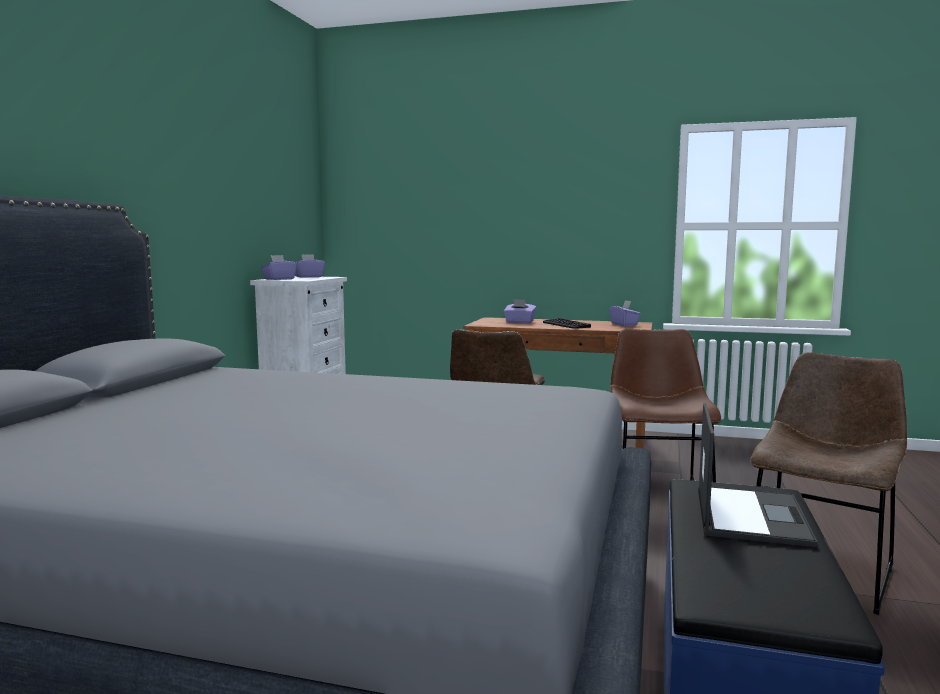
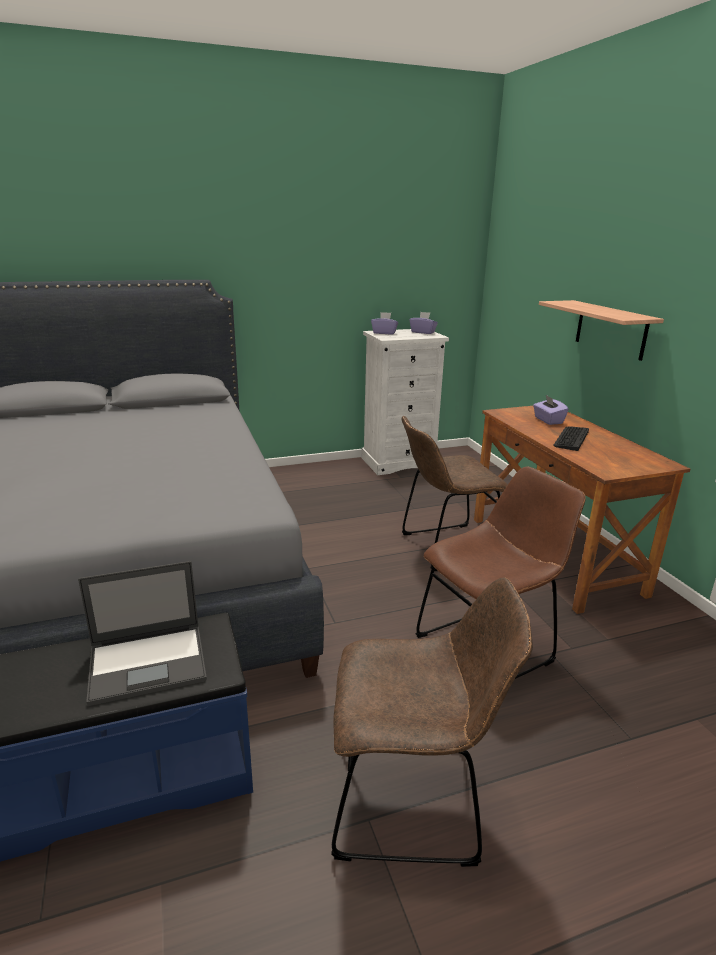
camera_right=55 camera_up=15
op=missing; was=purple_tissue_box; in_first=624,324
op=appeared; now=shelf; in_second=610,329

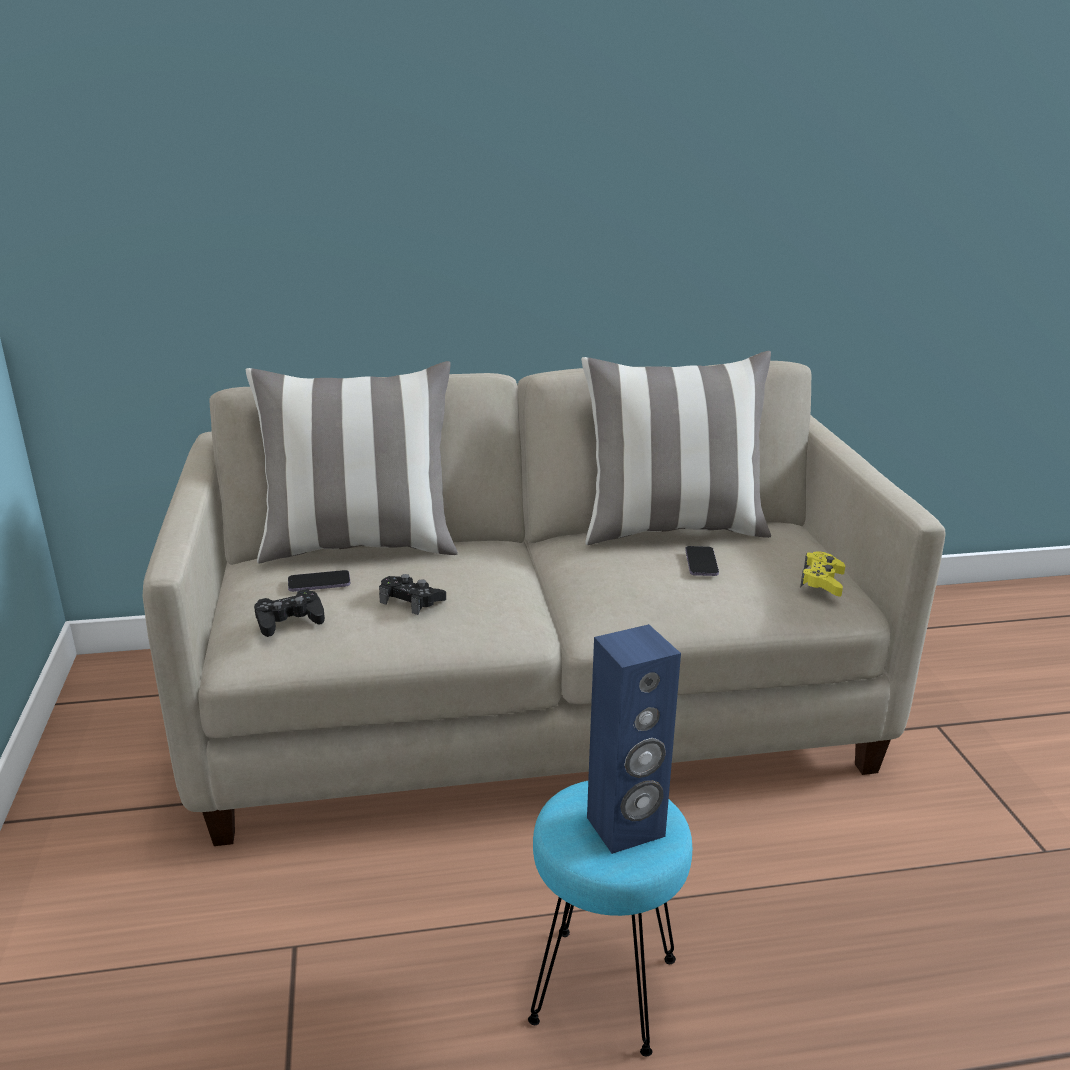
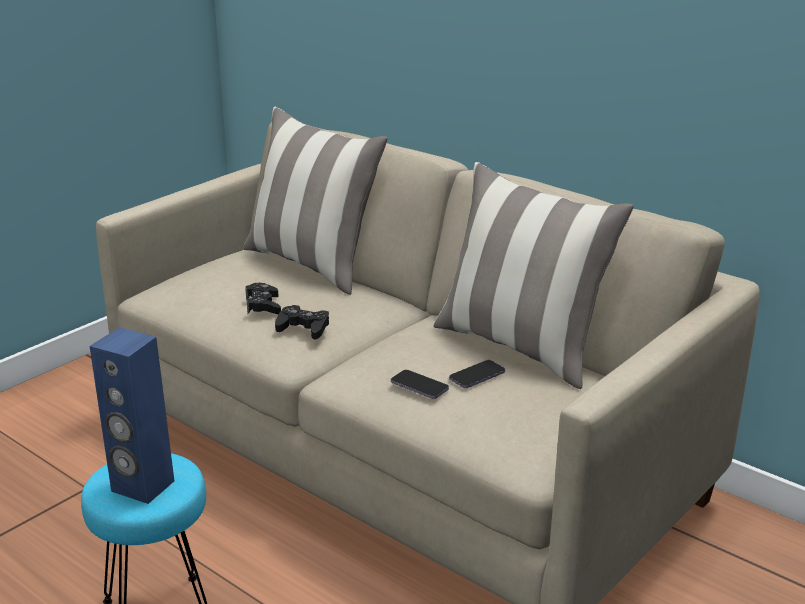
camera_right=50 camera_up=0
op=relocated; was=black_game_controller; in_first=289,620; in_second=303,328
op=relocated; was=phone; in_first=319,583; in_second=419,386
op=missing; was=yellow_game_controller; in_first=822,581

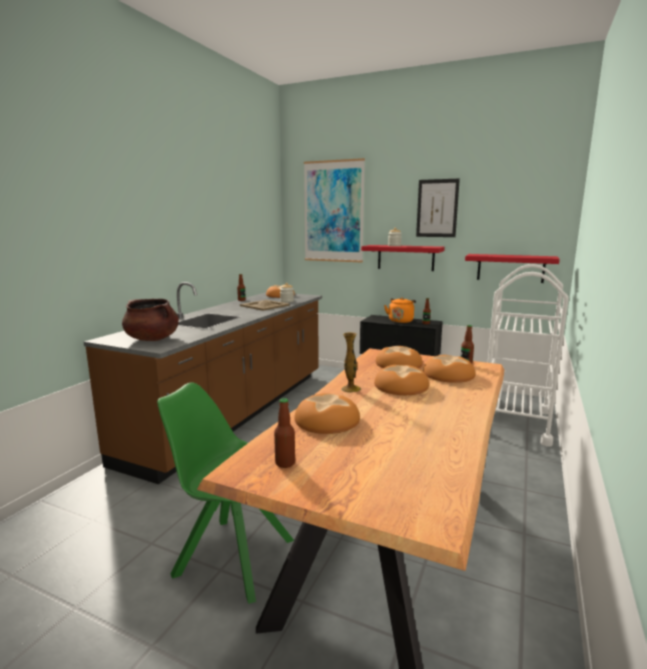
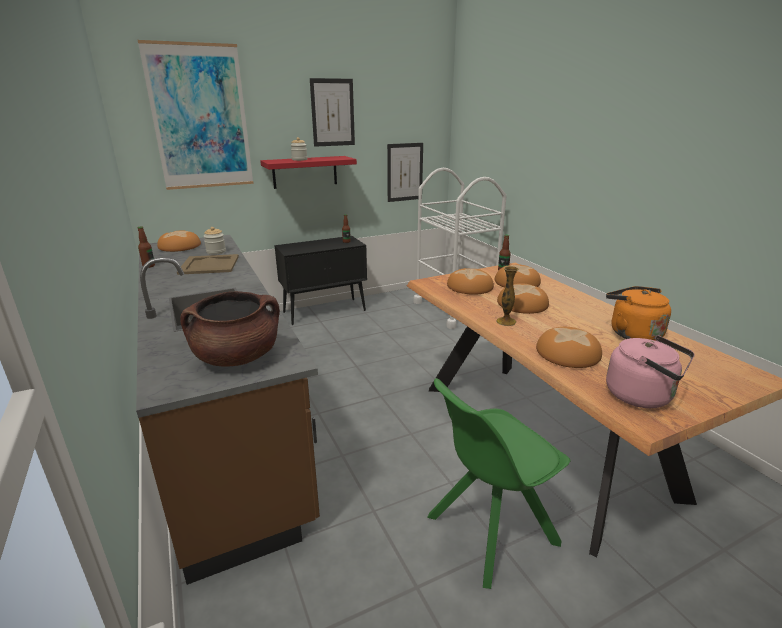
camera_right=-50 camera_up=10
op=exchanged; was=bottle; now=pink_kettle; in_first=285,463; in_second=642,396
op=relocated; was=orange_kettle; in_first=401,321; in_second=632,333
op=exchanged; was=red_shelf; now=picture; in_first=510,268; in_second=405,172

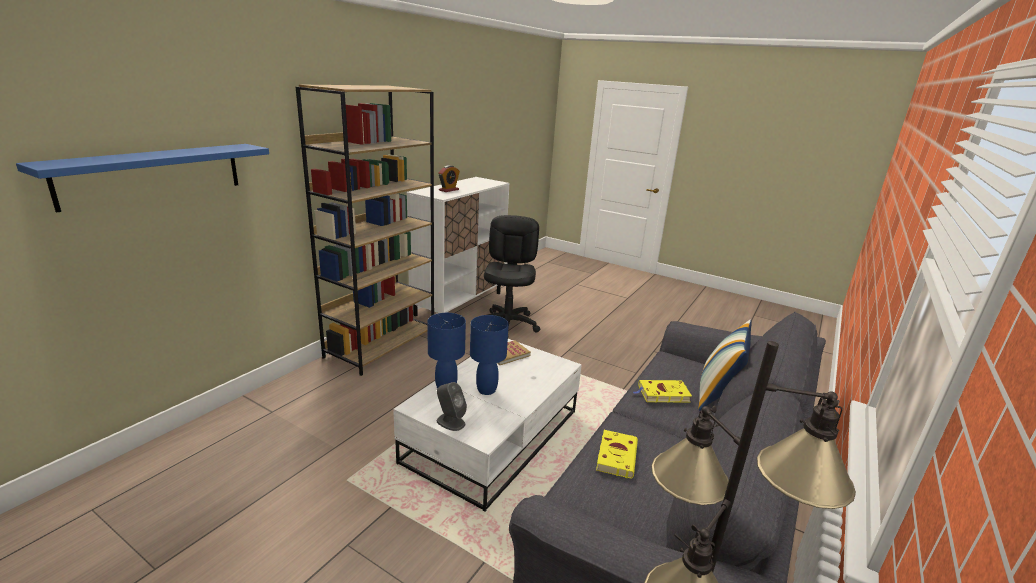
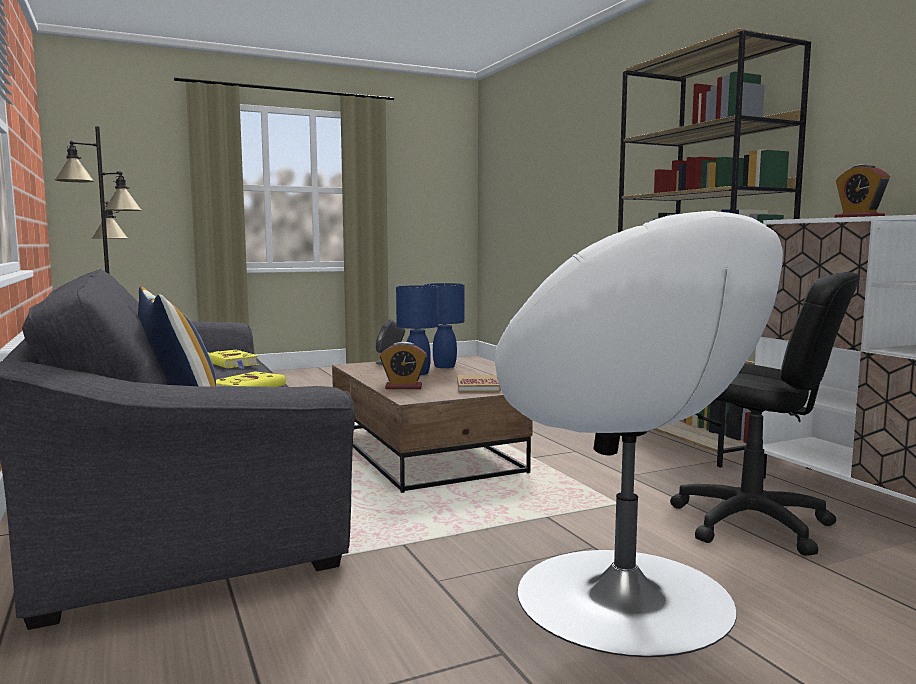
camera_right=125 camera_up=-15
op=missing; was=blue_shelf; in_first=153,174
op=colour; was=white_coffee_table; now=brown_coffee_table; in_first=492,437; in_second=421,451
op=appeared; now=alarm_clock; in_second=403,387
op=appeared; now=white_armchair; in_second=625,598

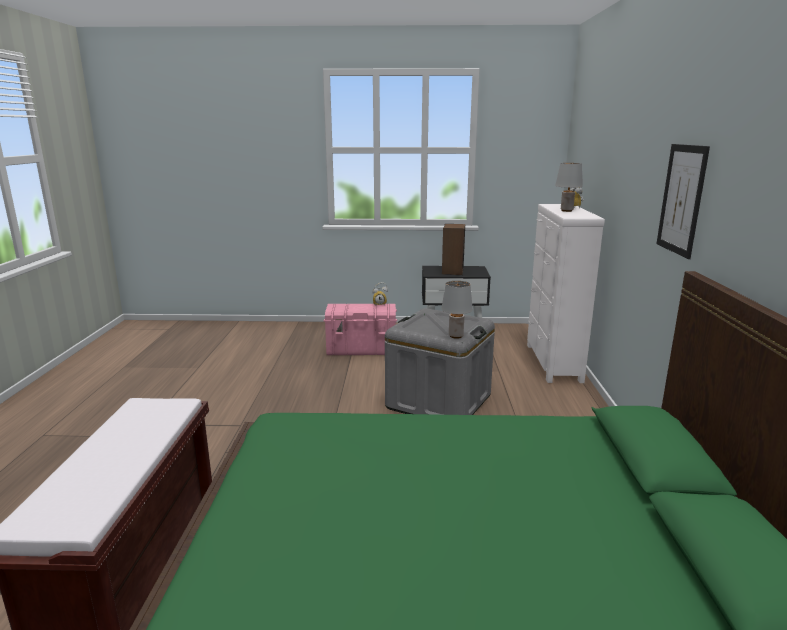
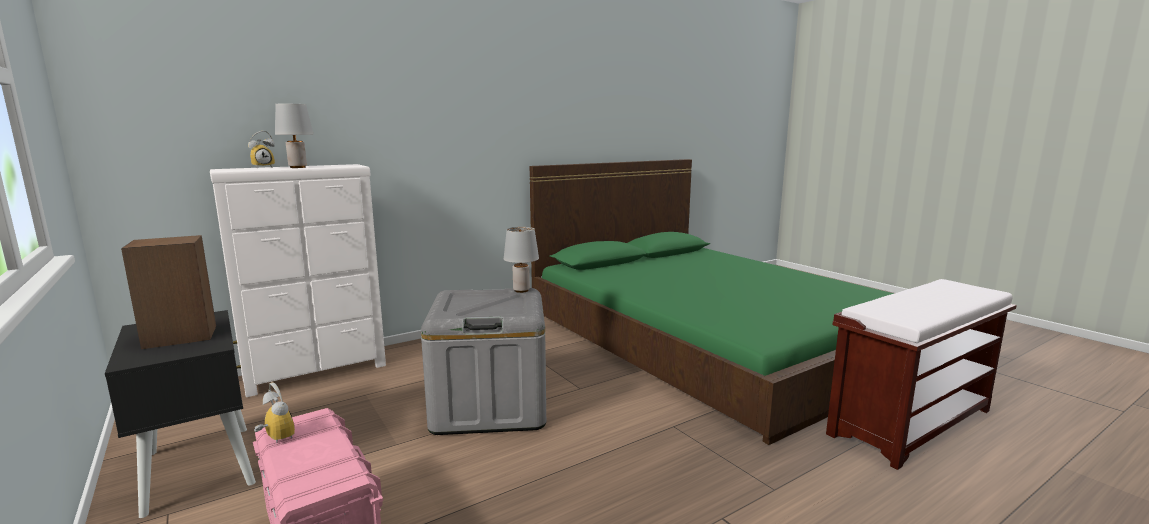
camera_right=-125 camera_up=-5
op=missing; was=picture; in_first=681,199

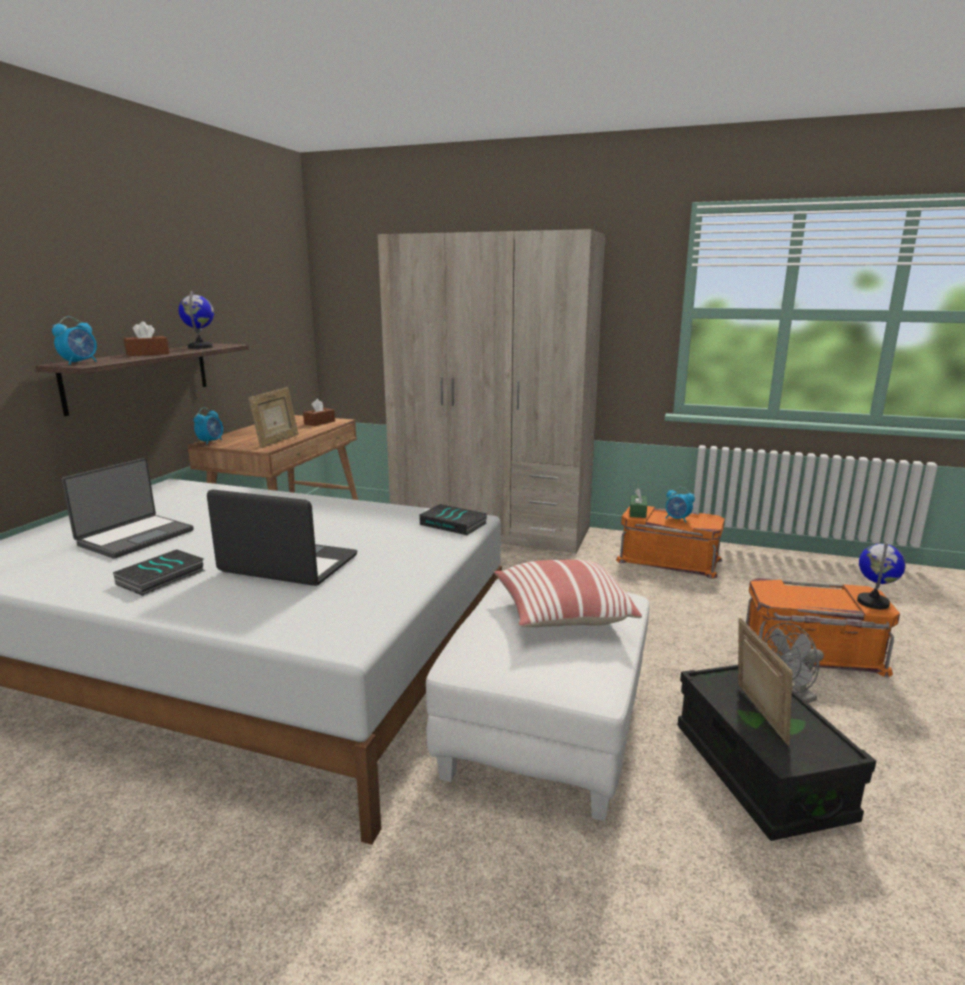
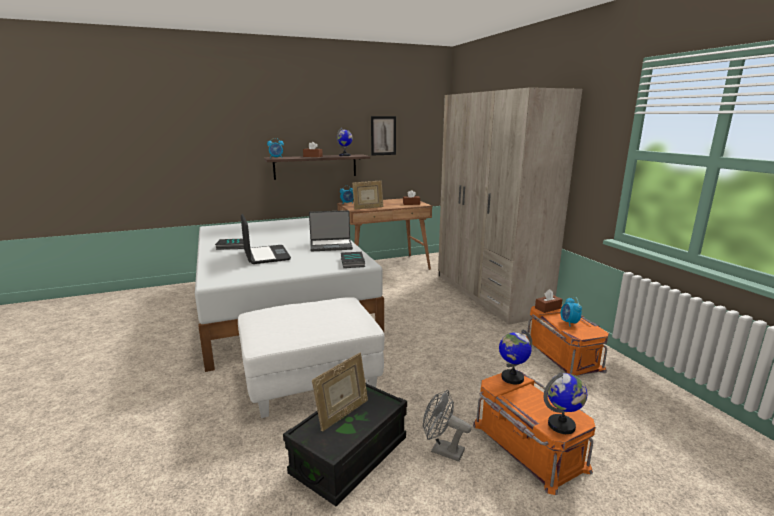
camera_right=50 camera_up=0
op=relocated; was=laptop; in_first=135,537; in_second=331,246
op=missing; was=pillow; in_first=561,614
op=colour; was=green_tissue_box; now=brown_tissue_box; in_first=637,512; in_second=548,308
op=appeared; now=picture; in_second=383,135
op=appeared; now=globe; in_second=512,378

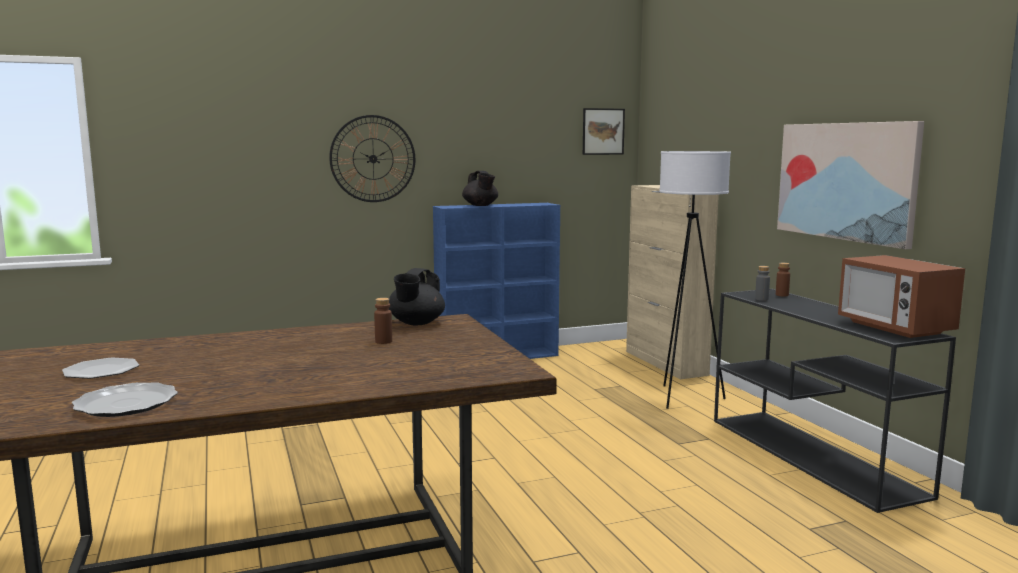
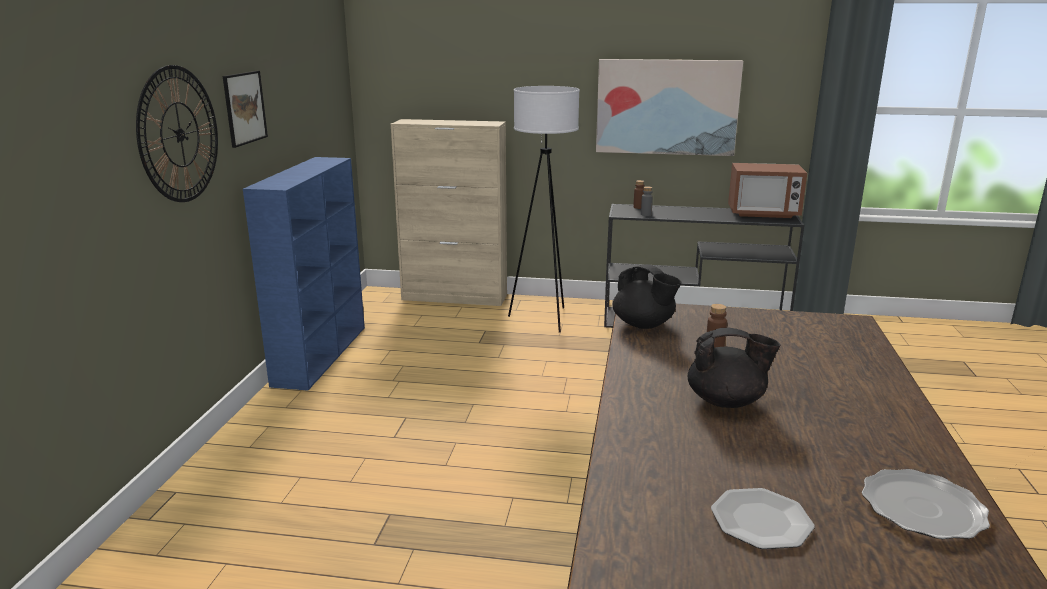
camera_right=-60 camera_up=10
op=relocated; was=black_teapot; in_first=480,205; in_second=727,401
op=relocated; was=picture; in_first=603,131; in_second=244,108

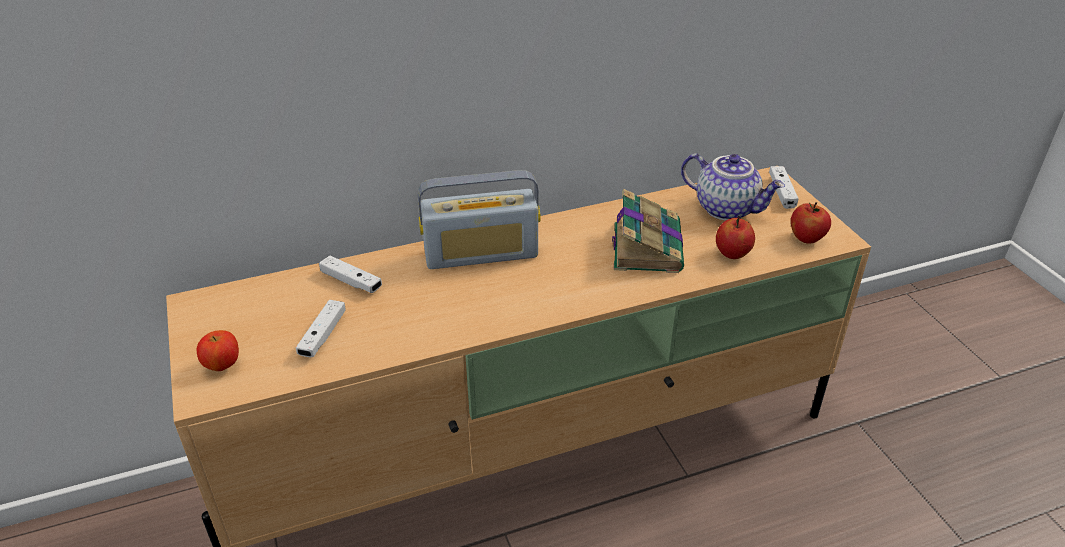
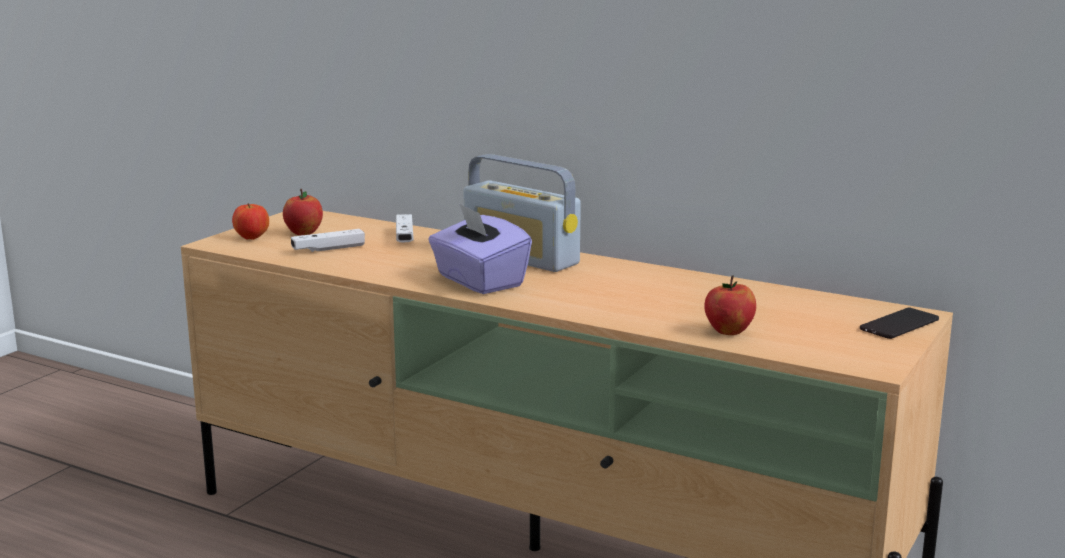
camera_right=50 camera_up=-20
op=missing; was=book; in_first=647,246
op=missing; was=teapot; in_first=727,208
op=exchanged; was=white_game_controller; now=phone; in_first=781,192; in_second=899,324
op=relocated; was=apple; in_first=806,238; in_second=303,233
op=appeared; now=purple_tissue_box; in_second=479,281

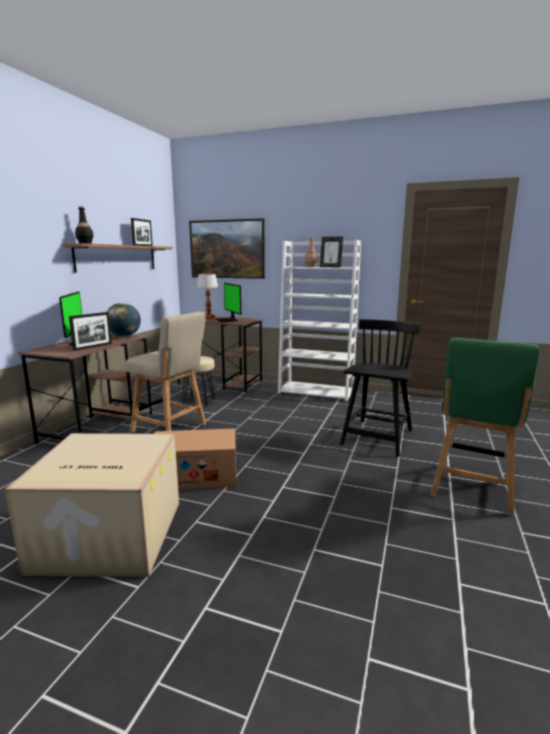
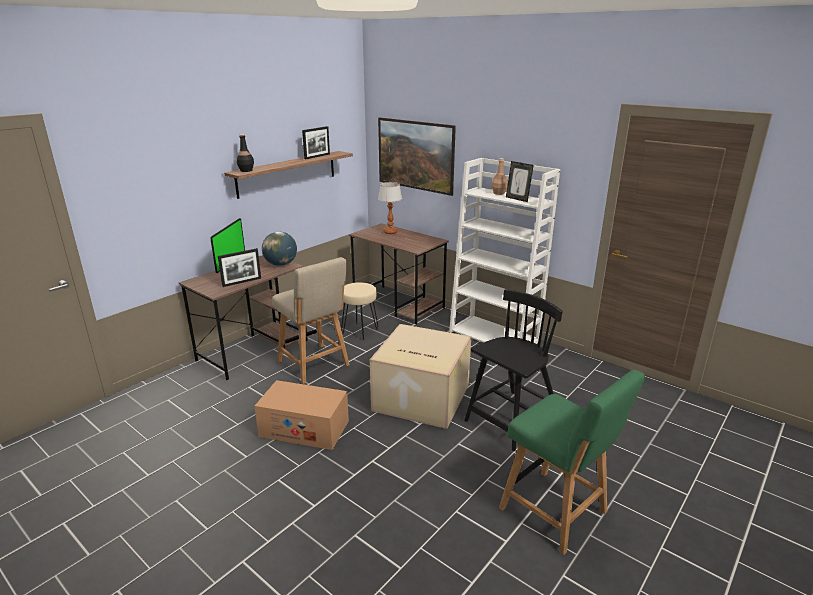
camera_right=20 camera_up=10
op=relocated; was=cardboard_box; in_first=107,536; in_second=420,398
op=missing; was=monitor; in_first=227,320
op=spun; was=green_chair; in_first=472,490; in_second=557,513; clockwise=-90

